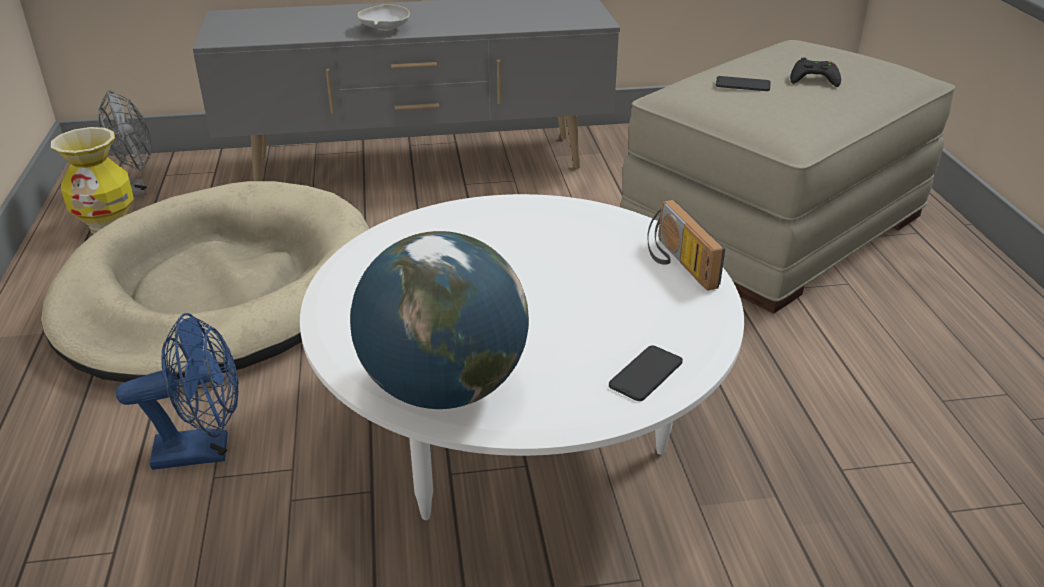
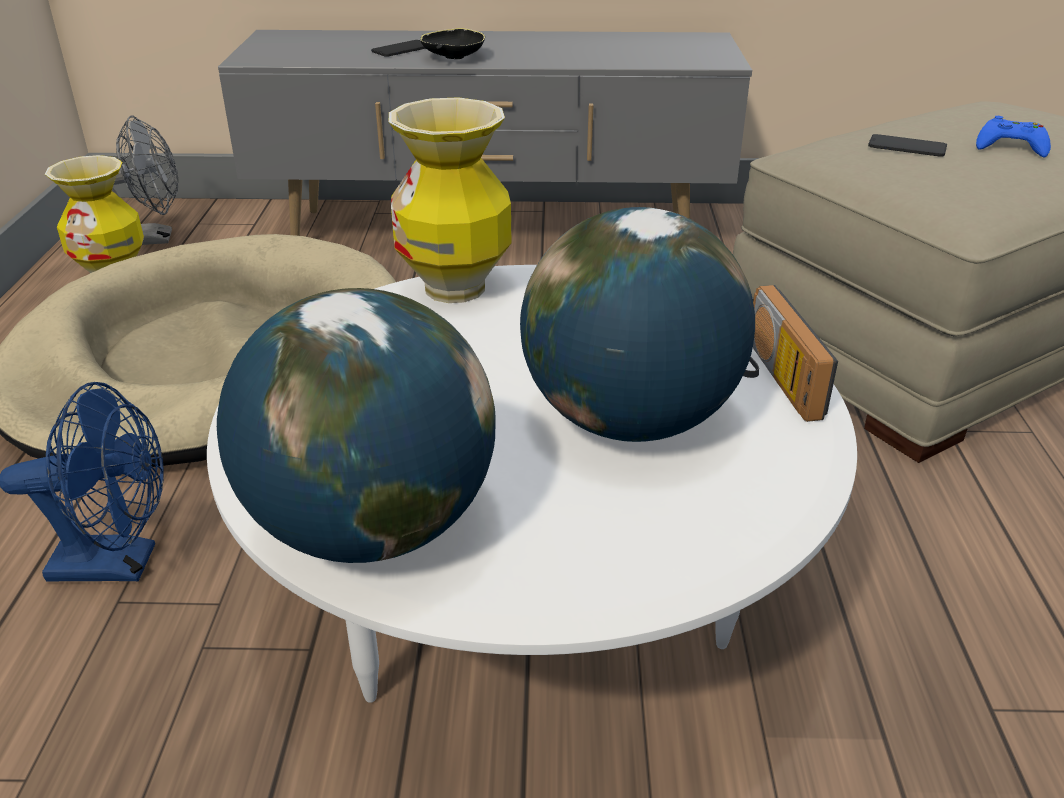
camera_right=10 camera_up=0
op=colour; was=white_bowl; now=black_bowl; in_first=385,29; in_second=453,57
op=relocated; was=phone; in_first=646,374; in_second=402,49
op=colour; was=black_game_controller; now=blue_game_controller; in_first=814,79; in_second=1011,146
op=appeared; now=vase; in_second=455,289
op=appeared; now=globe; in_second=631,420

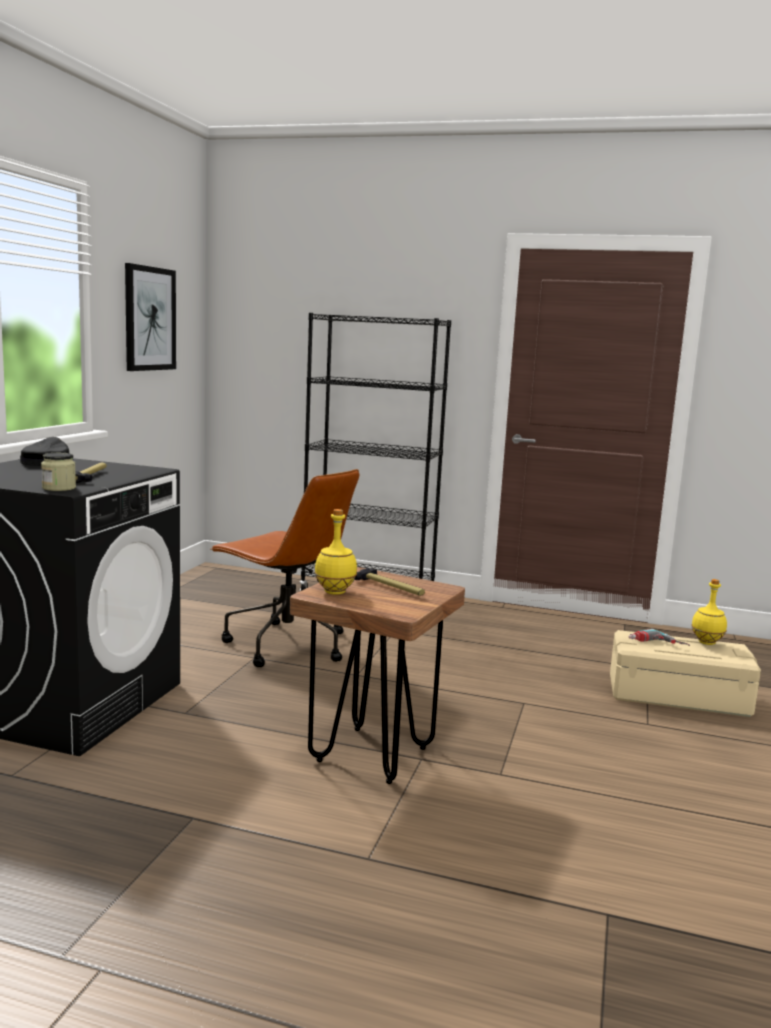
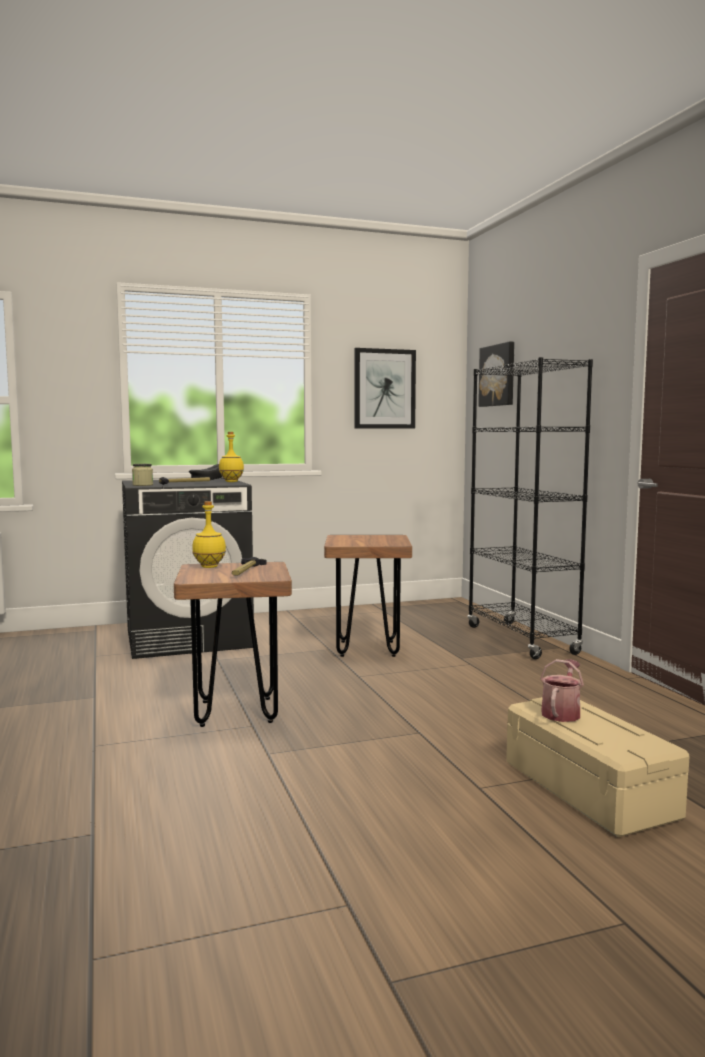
camera_right=55 camera_up=-5
op=exchanged; was=brown_office_chair; now=brown_stool; in_first=285,645; in_second=367,649
op=exchanged; was=power_drill; now=watering_can; in_first=657,644; in_second=562,712
op=relocated; was=yellow_bottle; in_first=706,642; in_second=232,481
op=appeared; now=picture; in_second=498,375

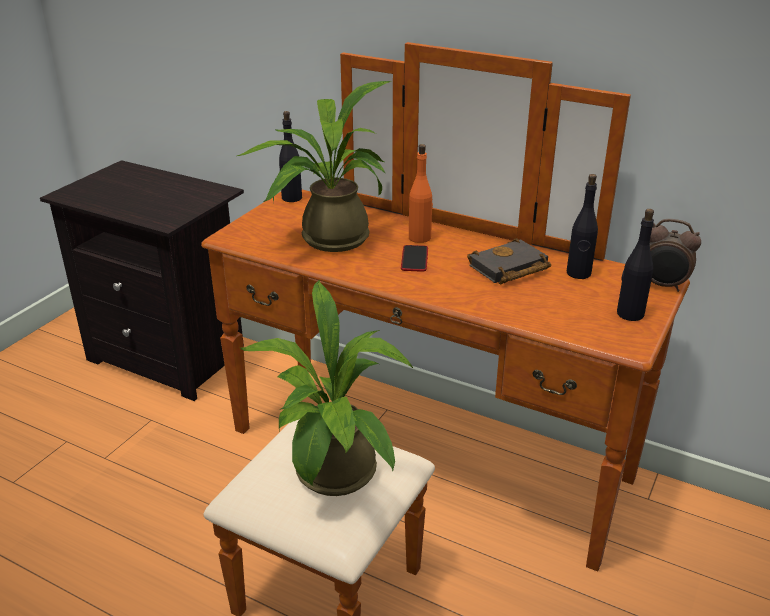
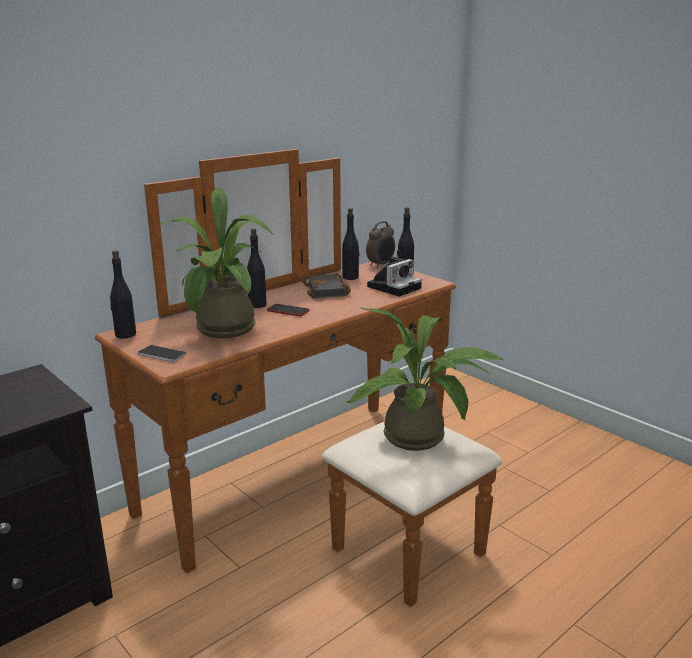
camera_right=-70 camera_up=-10
op=colour; was=orange_bottle; now=black_bottle; in_first=420,238; in_second=257,305
op=appeared; now=phone; in_second=161,354
op=appeared; now=photo_camera; in_second=394,287

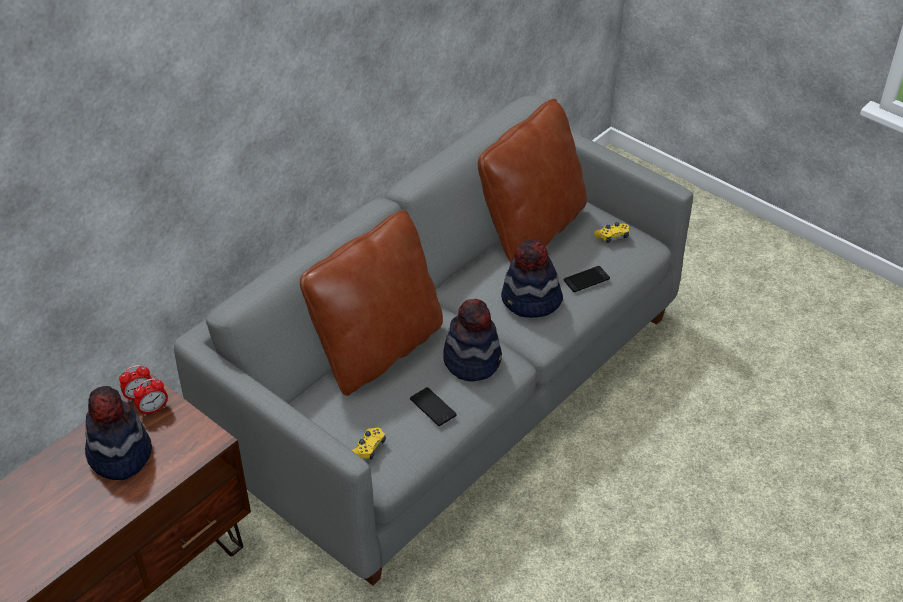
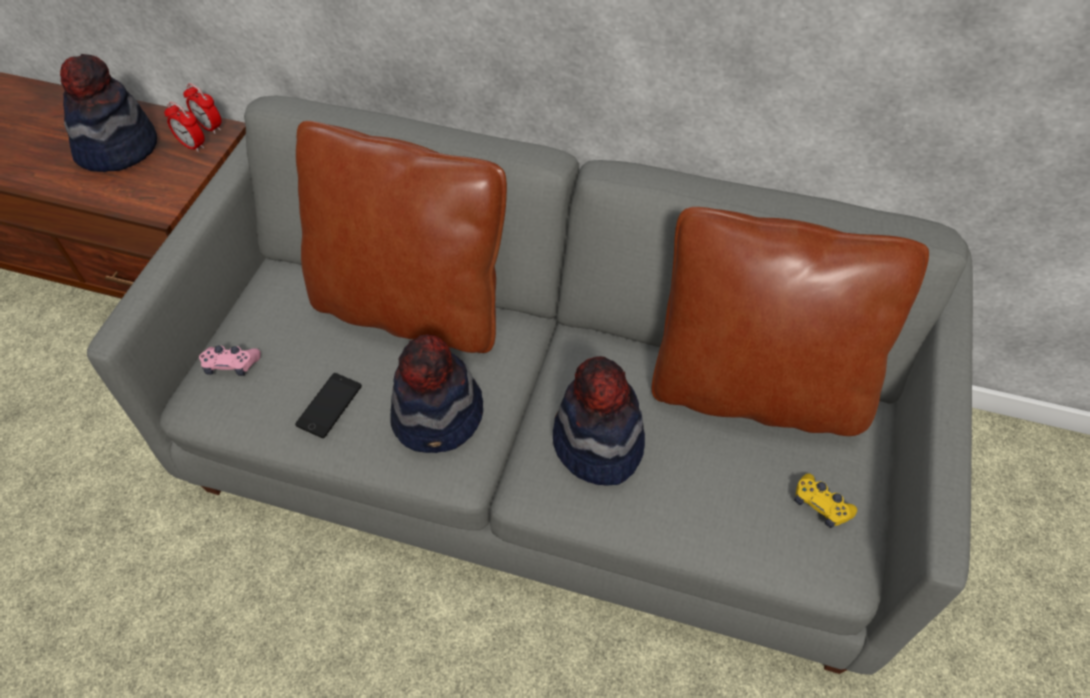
camera_right=65 camera_up=10
op=colour; was=yellow_game_controller; now=pink_game_controller; in_first=368,448; in_second=231,365
op=missing; was=phone; in_first=586,279

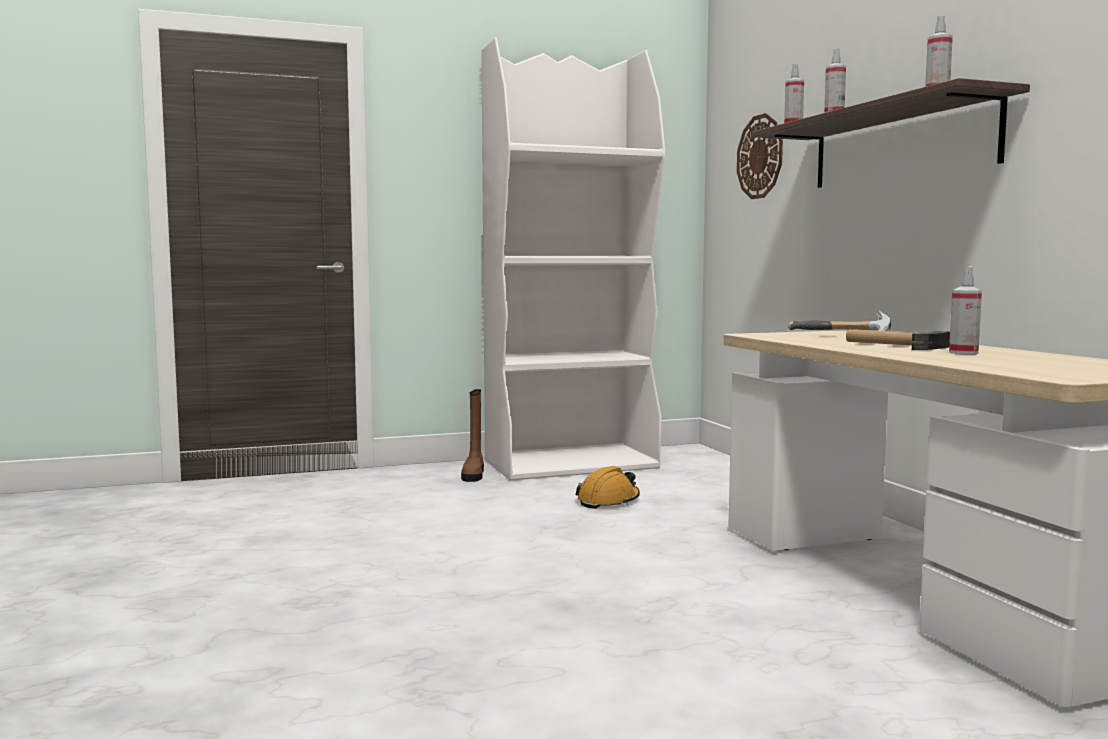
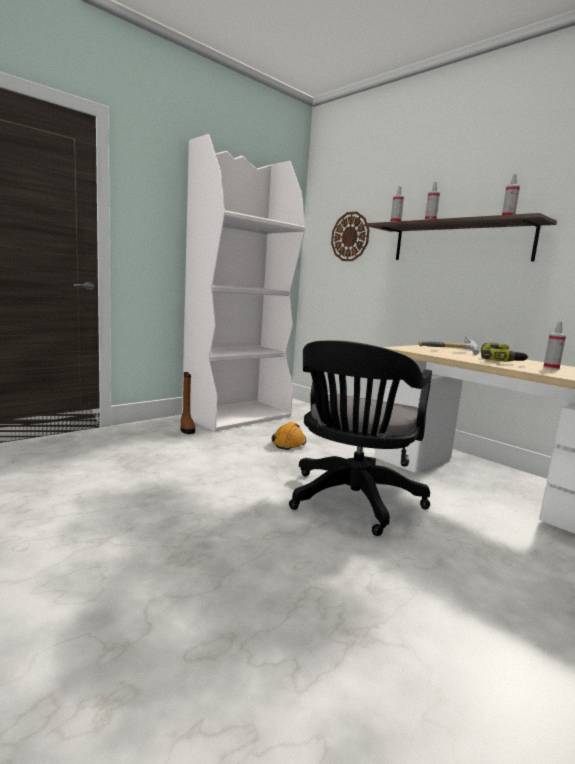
camera_right=-25 camera_up=5
op=exchanged; was=hammer; now=power_drill; in_first=893,345; in_second=500,361
op=appeared; now=black_office_chair; in_second=352,502

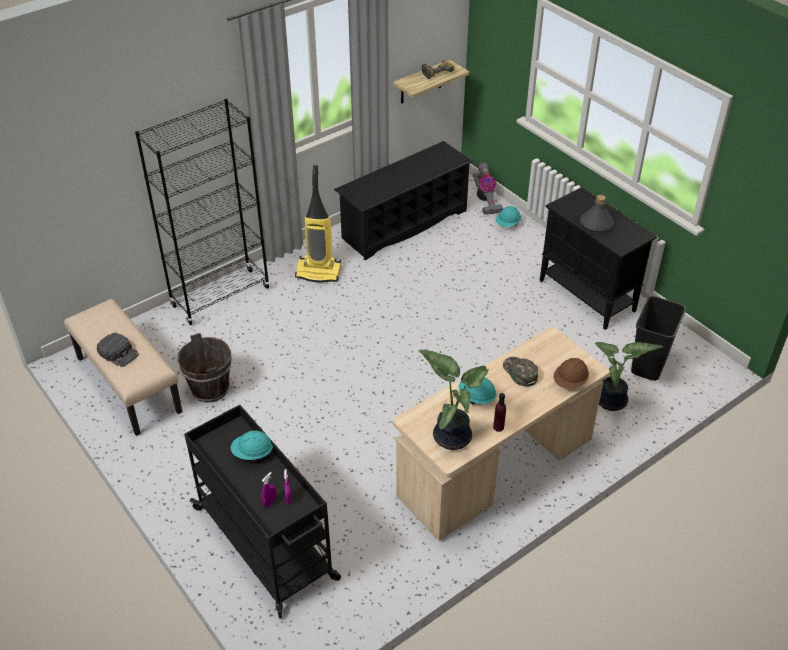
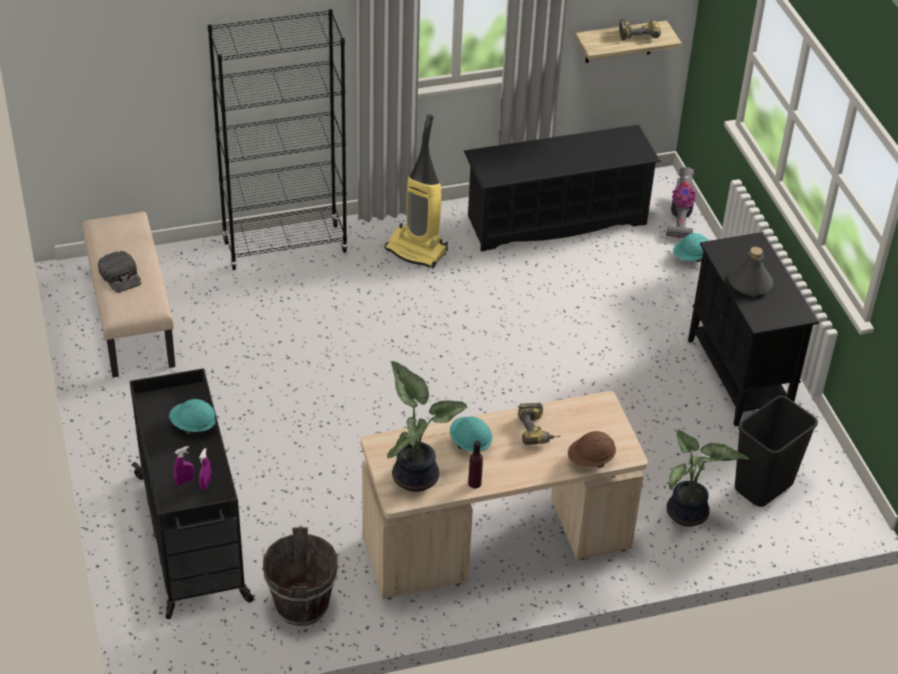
camera_right=20 camera_up=0
op=relocated; was=brown_bucket; in_first=210,389; in_second=302,605
op=exchanged; was=green_cap; now=power_drill; in_first=519,372; in_second=538,431

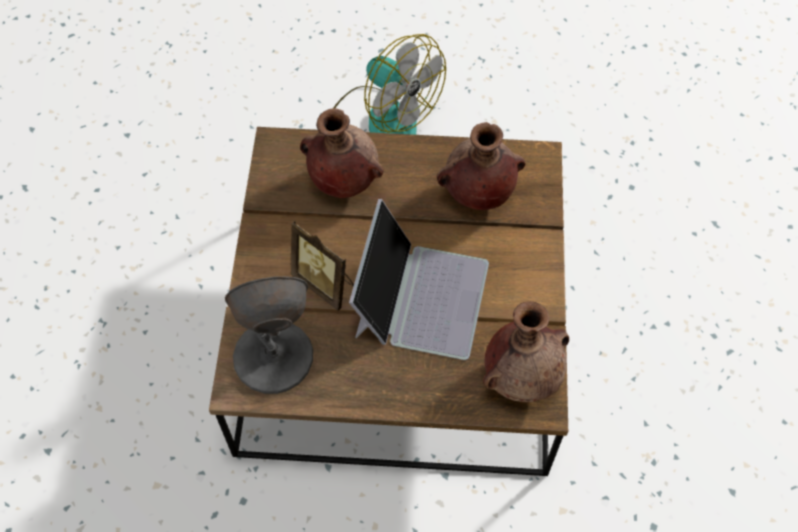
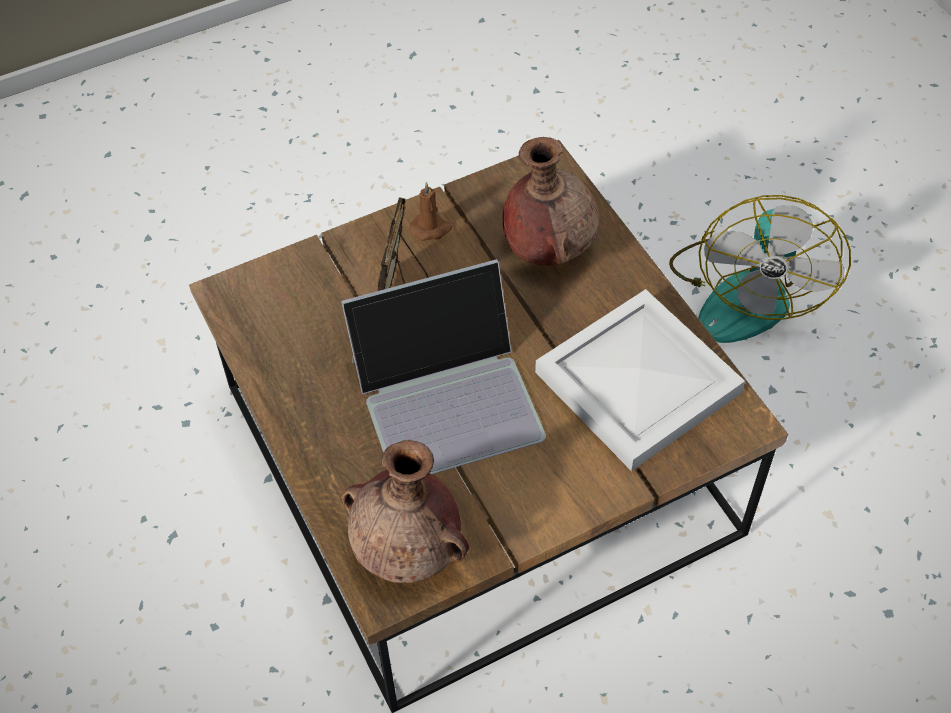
camera_right=60 camera_up=-5
op=missing; was=grey_table_lamp; in_first=273,357
op=exchanged; was=brown_vase; now=white_tray; in_first=477,193; in_second=634,382
op=appeared; now=brown_candle; in_second=431,228

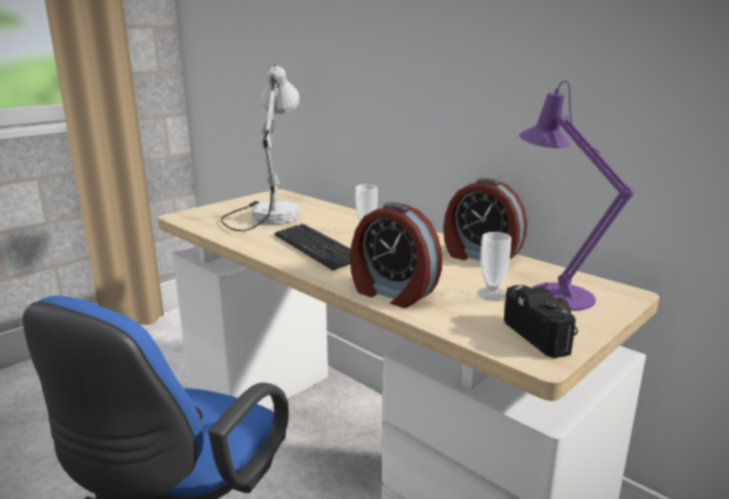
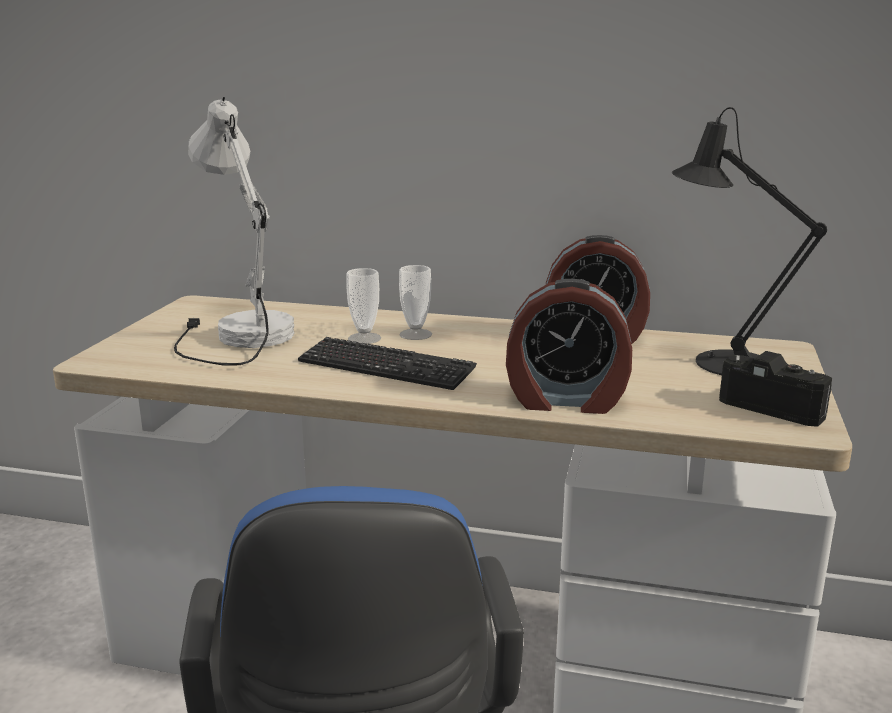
camera_right=-30 camera_up=0
op=relocated; was=cup; in_first=492,294; in_second=364,338
op=colour; was=purple_table_lamp; now=black_table_lamp; in_first=553,293; in_second=722,362

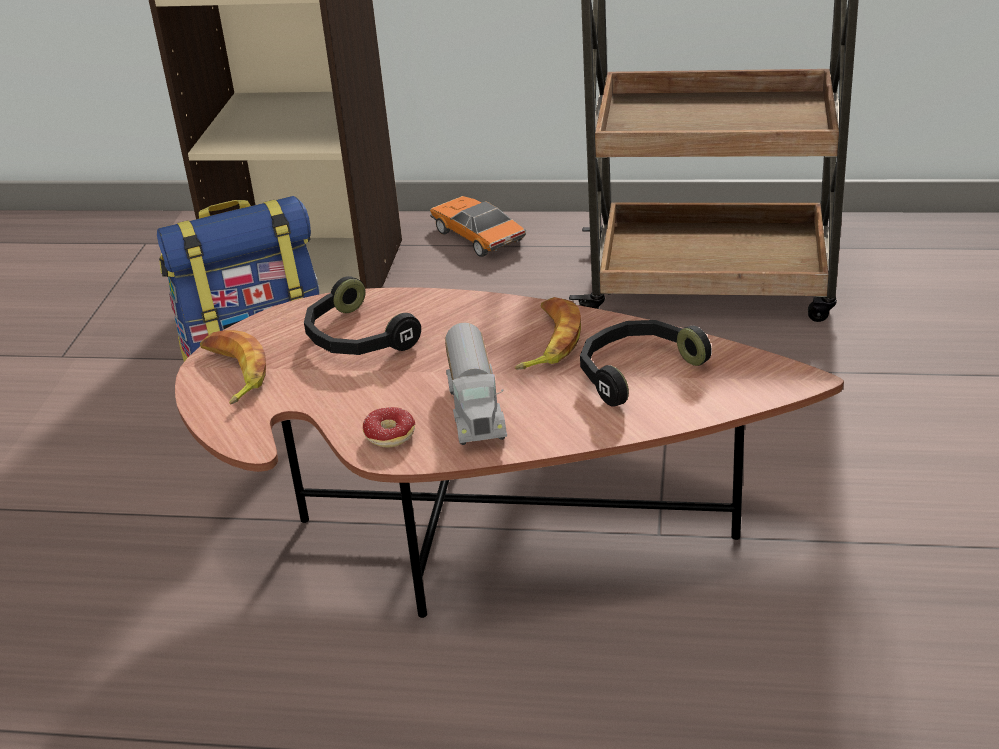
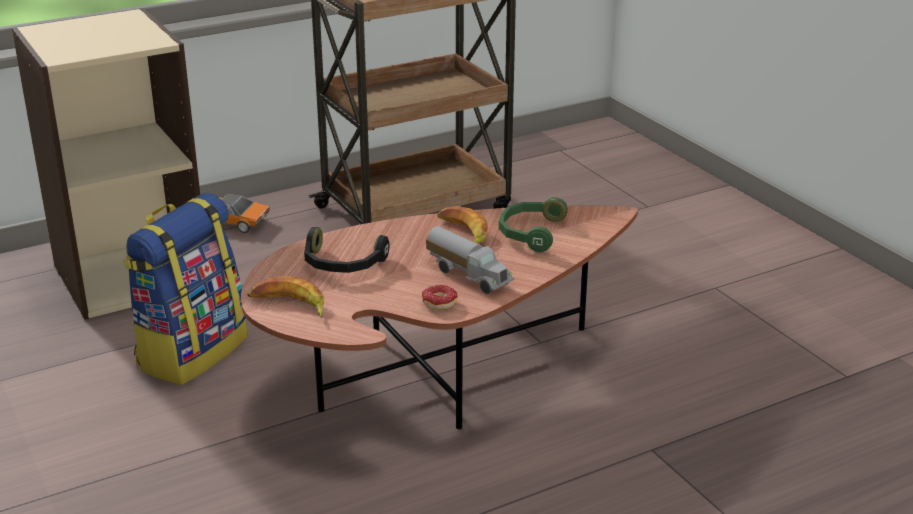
camera_right=-40 camera_up=-5
op=colour; was=black_headphones; now=green_headphones; in_first=635,371; in_second=530,233

